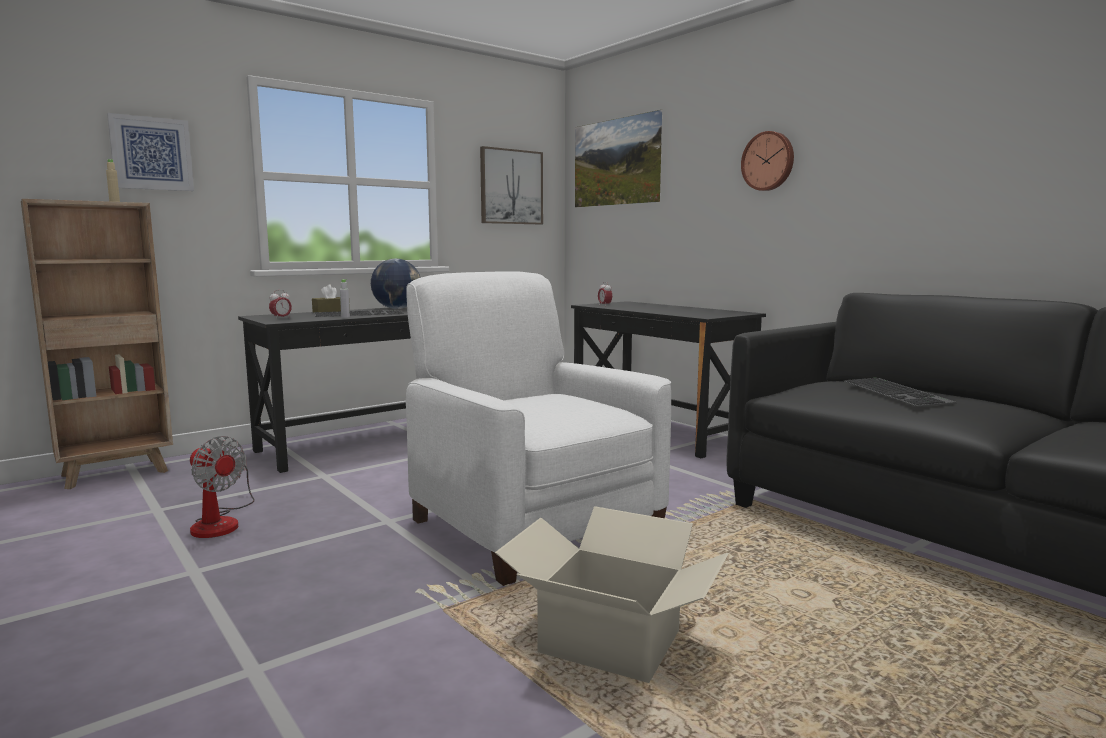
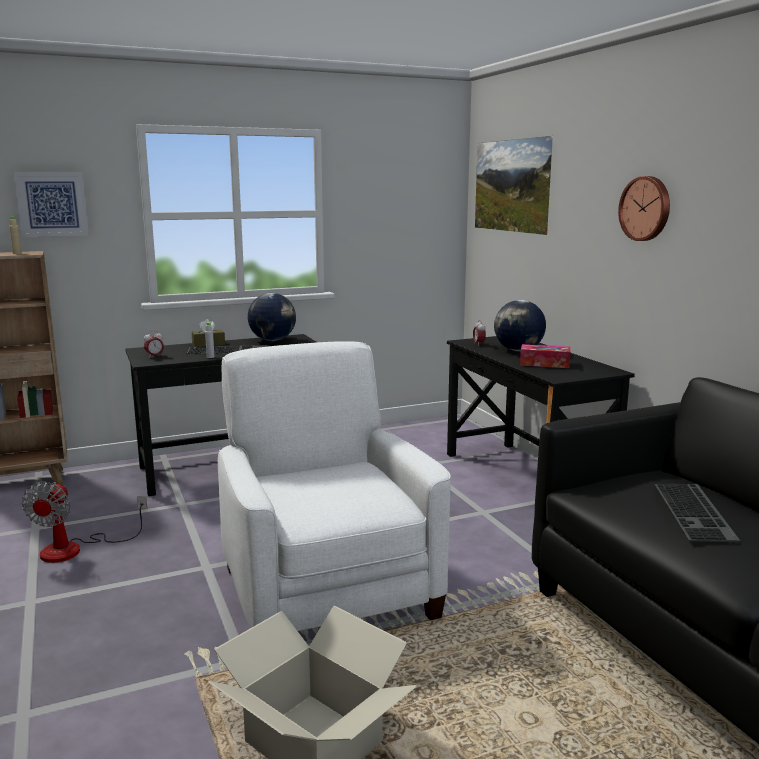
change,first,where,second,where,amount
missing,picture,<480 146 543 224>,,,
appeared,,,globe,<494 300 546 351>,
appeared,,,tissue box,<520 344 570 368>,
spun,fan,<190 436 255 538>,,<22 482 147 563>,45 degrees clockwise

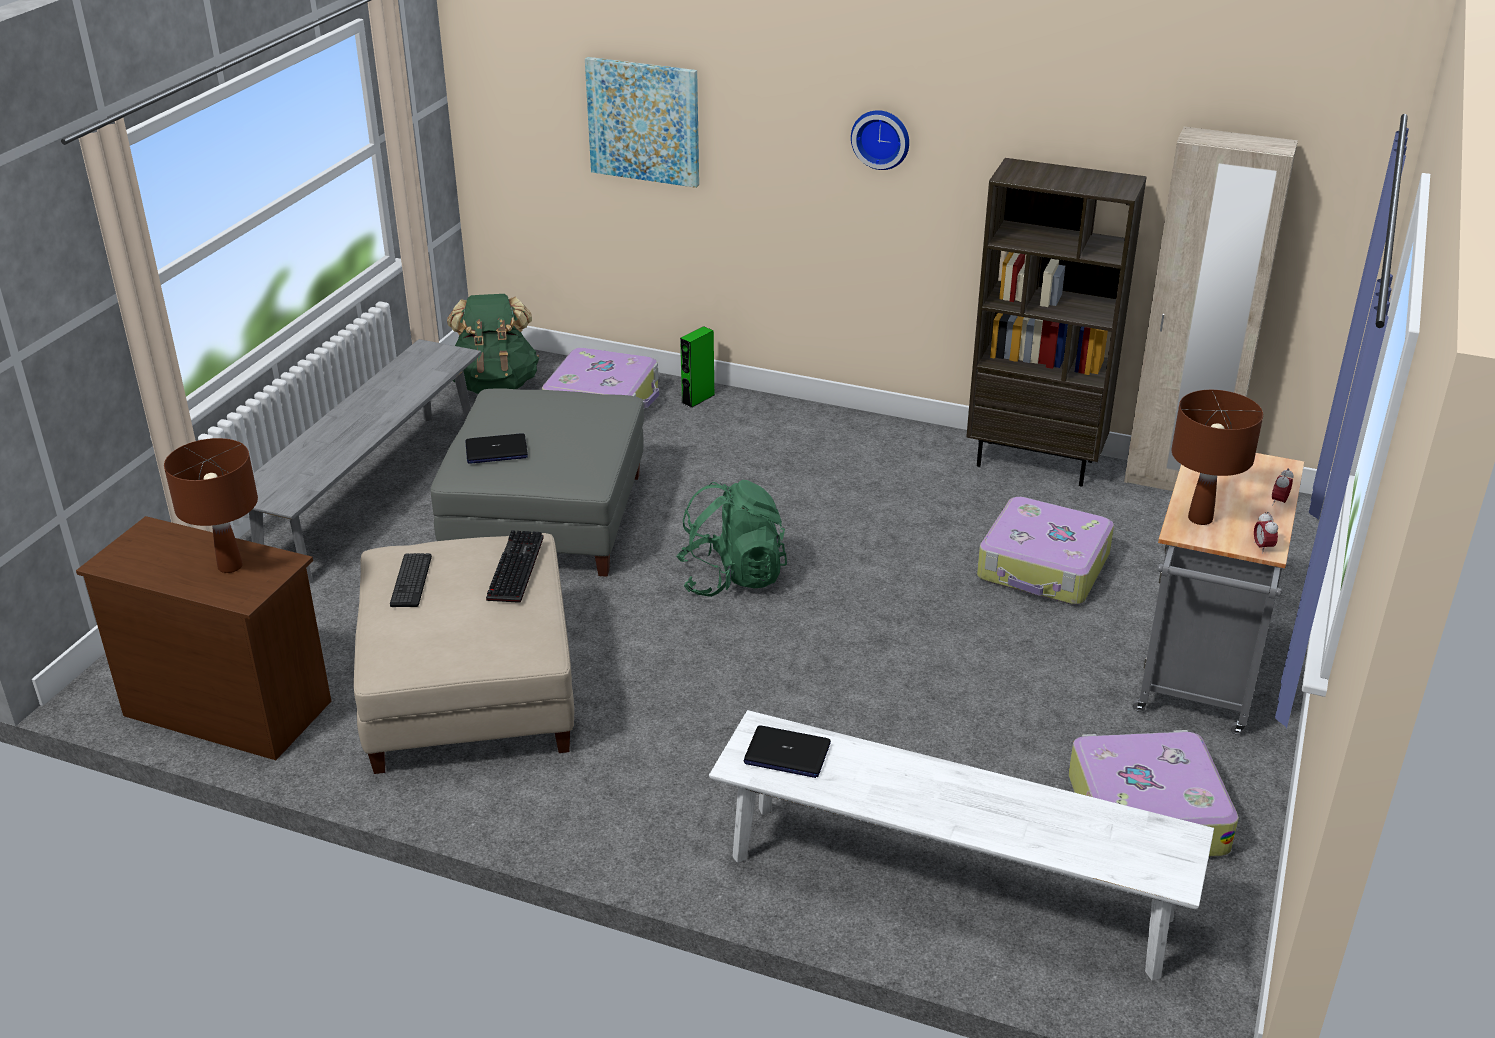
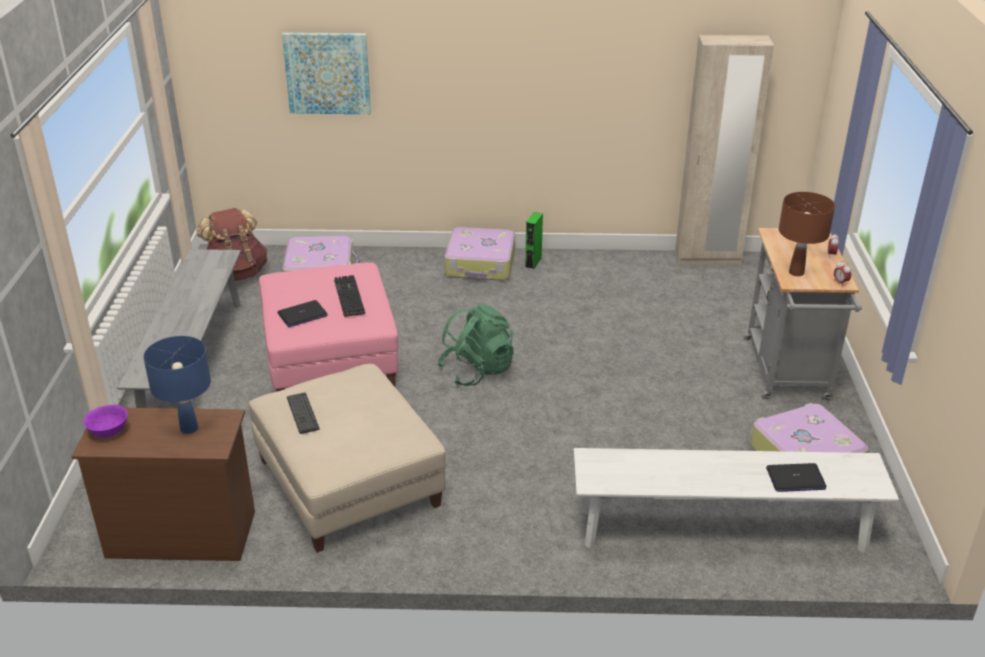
change,first,where,second,where,amount
missing,wall clock,<851 110 909 170>,,,
missing,brown bookcase,<966 158 1147 486>,,,
appeared,,,purple bowl,<84 405 128 438>,
relocated,keyboard,<486 530 544 603>,,<334 275 365 317>,
relocated,green speaker,<680 326 714 408>,,<525 212 543 269>,
relocated,laptop,<744 725 831 778>,,<766 463 826 492>,
relocated,suitcase,<977 497 1114 605>,,<445 227 515 281>,
colour,brown table lamp,<164 438 258 573>,blue table lamp,<143 336 211 434>,
colour,grey ottoman,<431 388 644 577>,pink ottoman,<259 262 398 392>,
colour,green backpack,<447 294 539 394>,brown backpack,<196 208 267 281>,

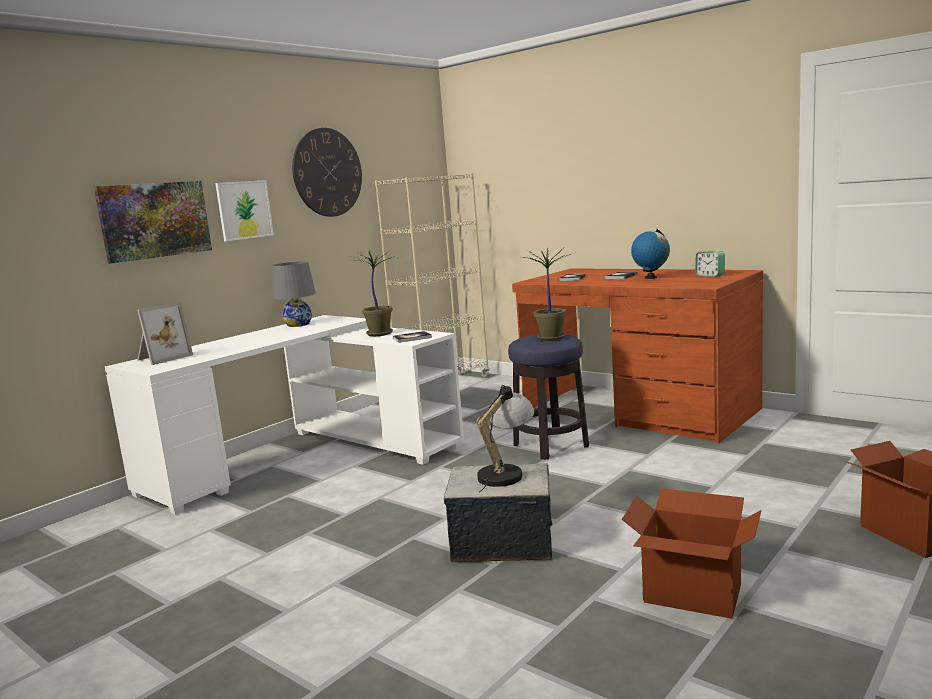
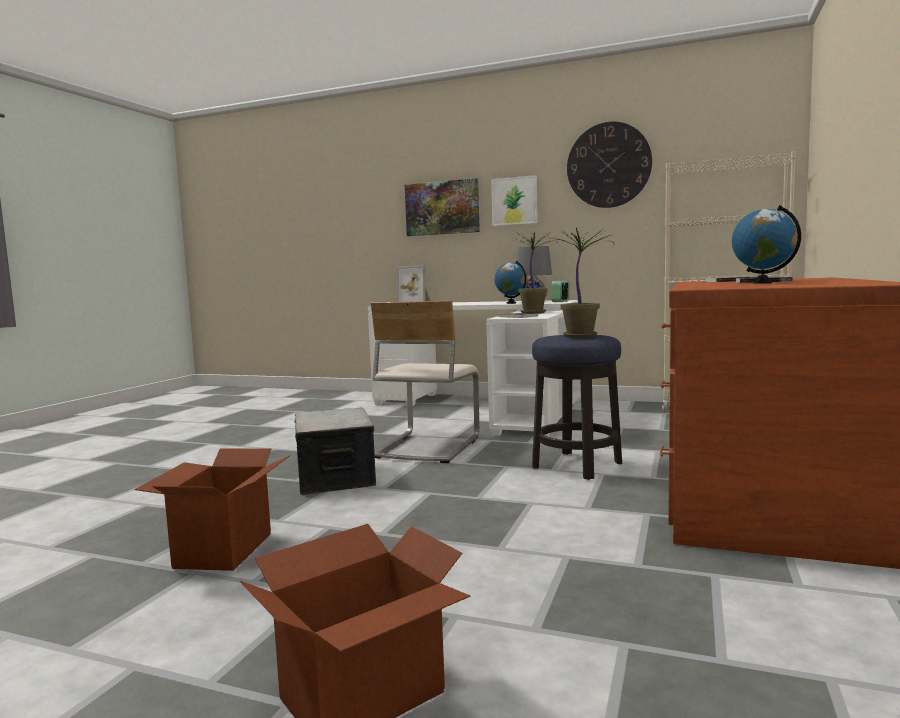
change,first,where,second,where,amount
missing,table lamp,<476 385 534 492>,,,
appeared,,,beige chair,<371 301 479 463>,
appeared,,,globe,<494 261 527 304>,
relocated,alarm clock,<695 251 725 277>,,<551 281 570 302>,

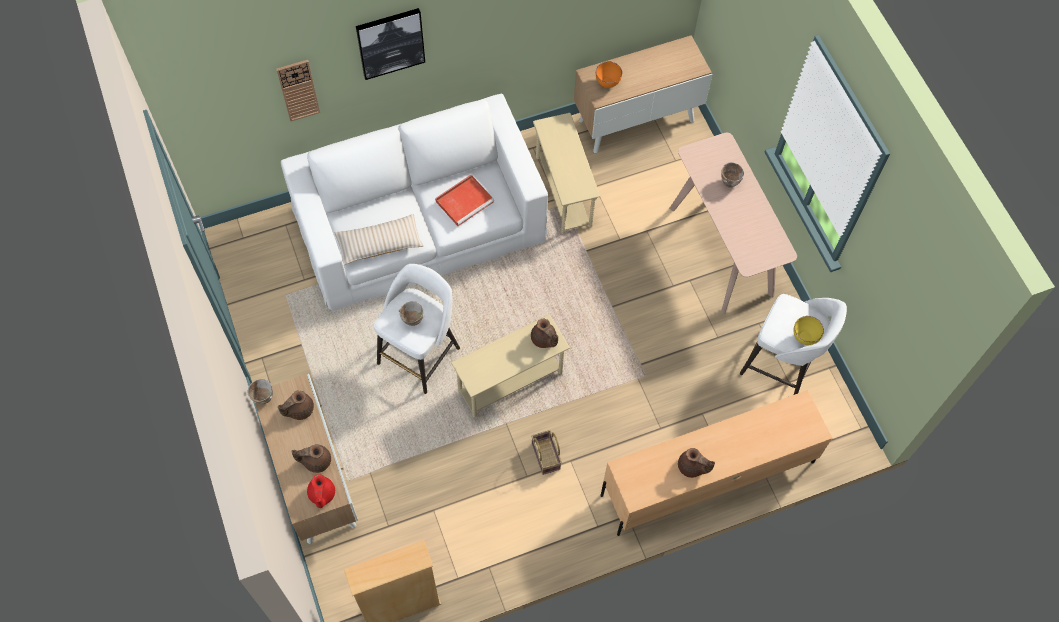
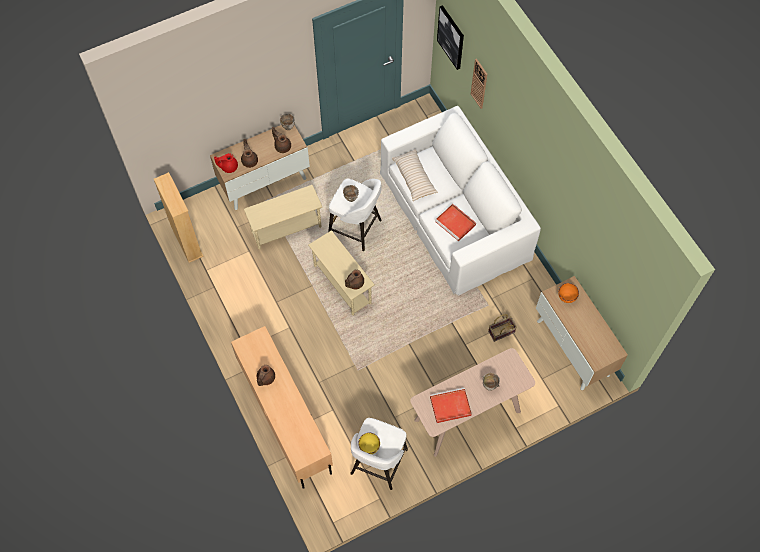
change,first,where,second,where,amount
appeared,,,red tray,<430 387 472 423>,
relocated,picture,<356 8 425 80>,,<437 5 464 70>,
relocated,basket,<531 430 562 475>,,<488 314 517 342>,
relocated,beige side table,<533 113 600 234>,,<244 185 322 250>,

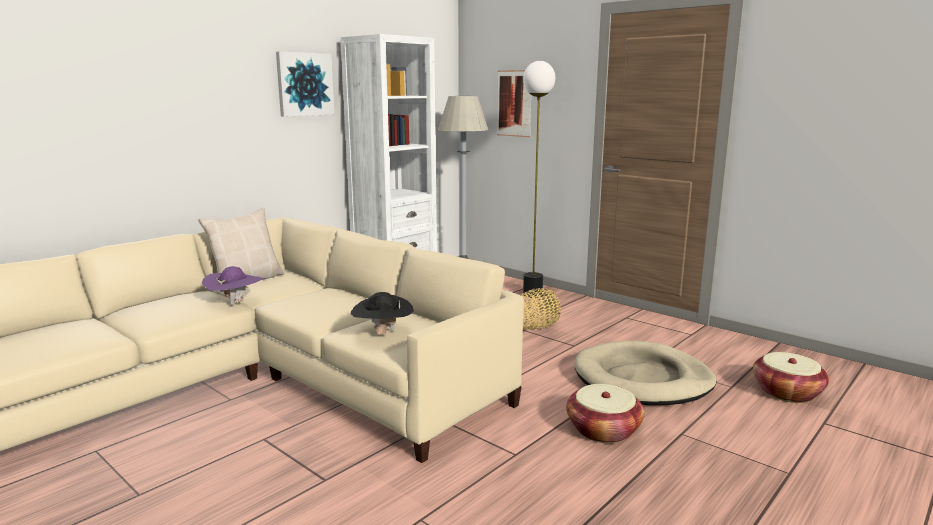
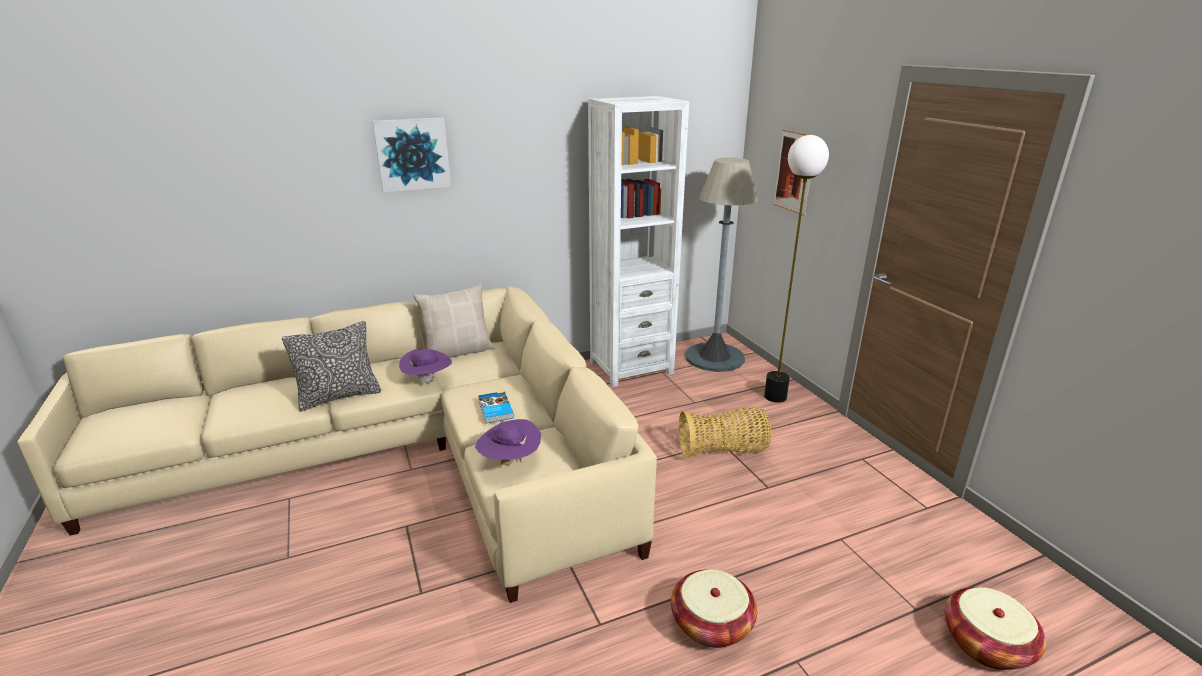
change,first,where,second,where,amount
missing,beige dog bed,<574 341 716 405>,,,
appeared,,,pillow,<282 321 381 412>,
appeared,,,book,<478 391 514 423>,
relocated,picture,<276 51 334 117>,,<372 117 451 192>,
colour,black hat,<351 292 414 335>,purple hat,<475 419 541 465>,

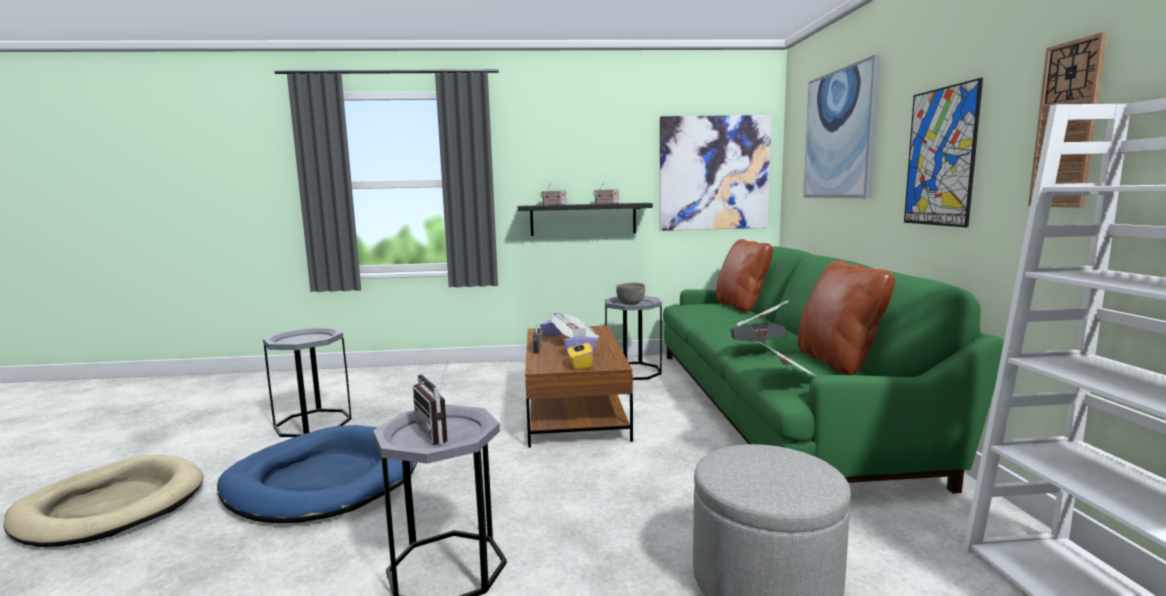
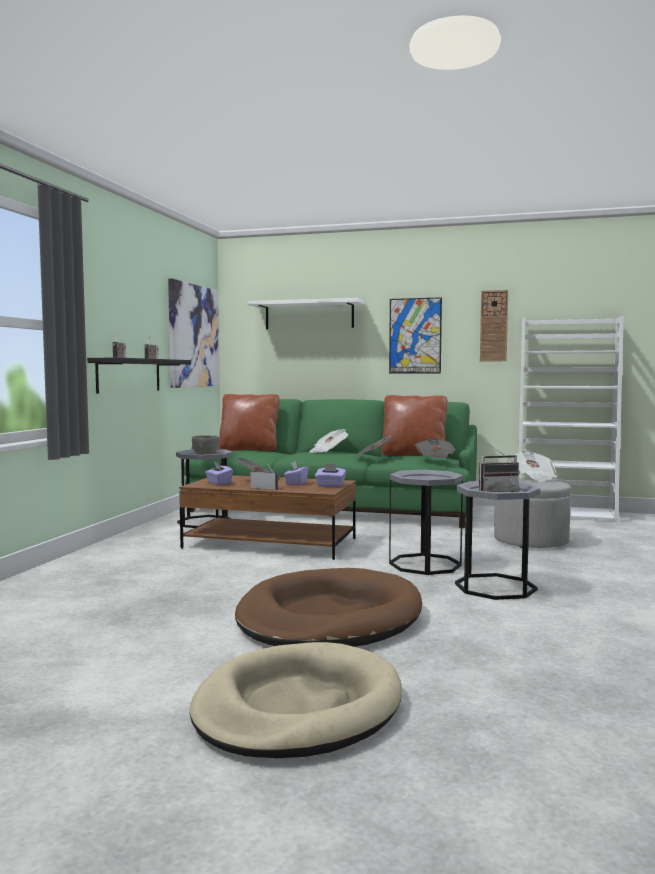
change,first,where,second,where,amount
appeared,,,newspaper,<513 450 557 482>,
relocated,grey side table,<263 328 352 437>,,<389 470 463 575>,
exchanged,picture,<803 54 881 198>,white shelf,<247 298 364 329>,
colour,blue dog bed,<217 425 417 524>,brown dog bed,<235 568 422 647>,
colour,yellow tissue box,<567 340 593 370>,purple tissue box,<315 464 346 487>,

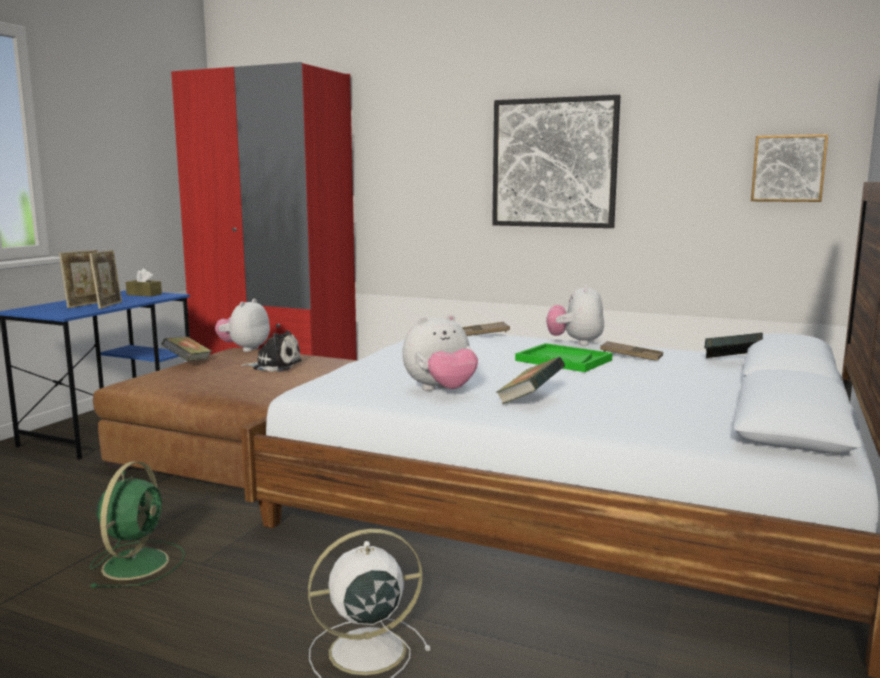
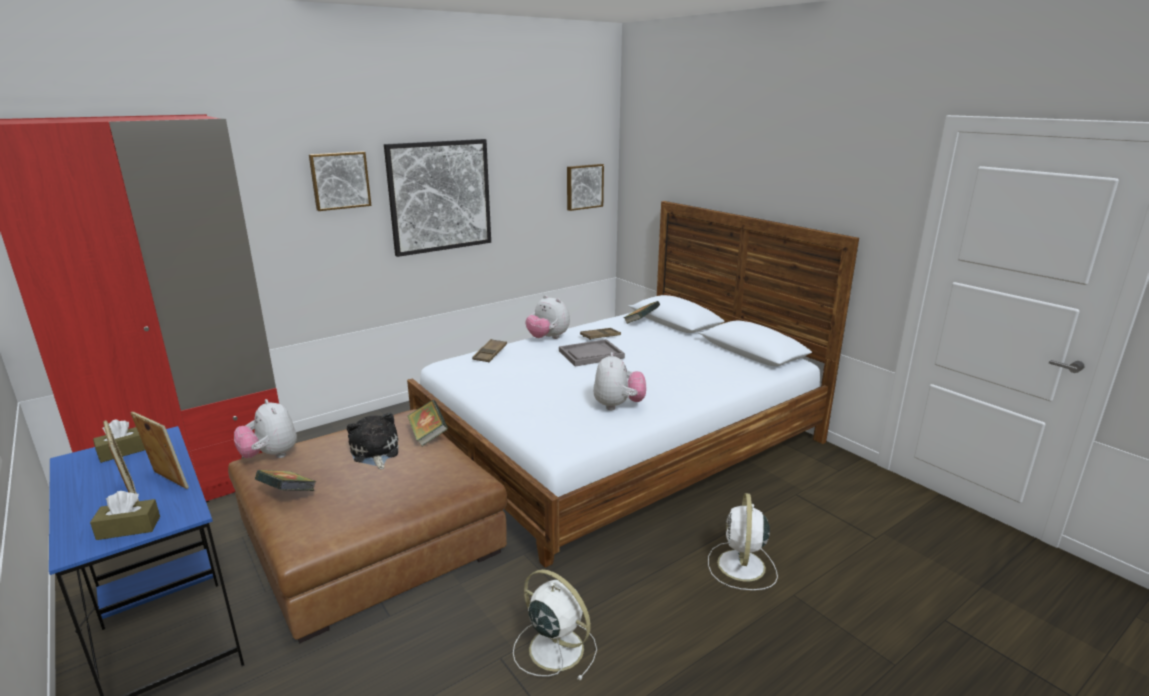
change,first,where,second,where,amount
appeared,,,brown tissue box,<90 491 160 540>,
appeared,,,picture,<309 151 371 211>,
relocated,book,<495 357 565 405>,,<408 400 448 446>,
colour,green fan,<89 461 185 588>,white fan,<513 569 597 680>,
colour,green tray,<515 343 613 372>,grey tray,<559 339 625 367>,
spun,plush toy,<241 331 302 372>,,<347 413 399 469>,60 degrees counterclockwise

